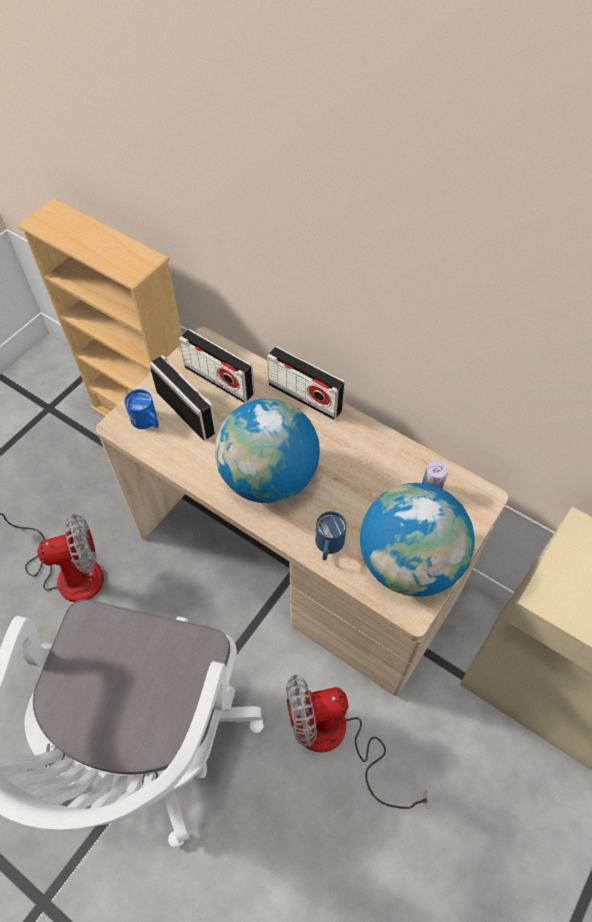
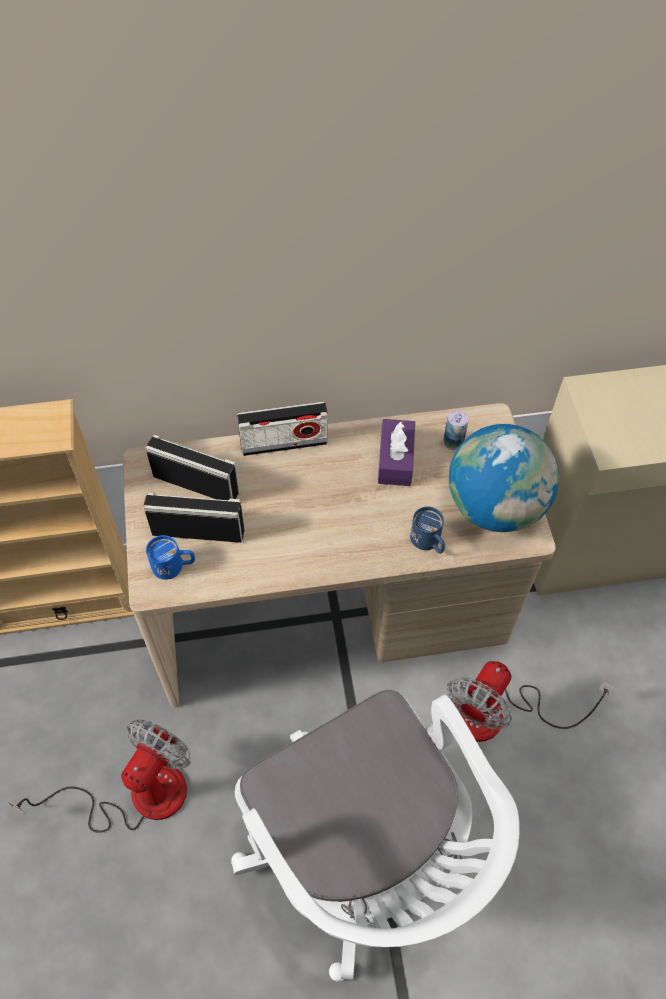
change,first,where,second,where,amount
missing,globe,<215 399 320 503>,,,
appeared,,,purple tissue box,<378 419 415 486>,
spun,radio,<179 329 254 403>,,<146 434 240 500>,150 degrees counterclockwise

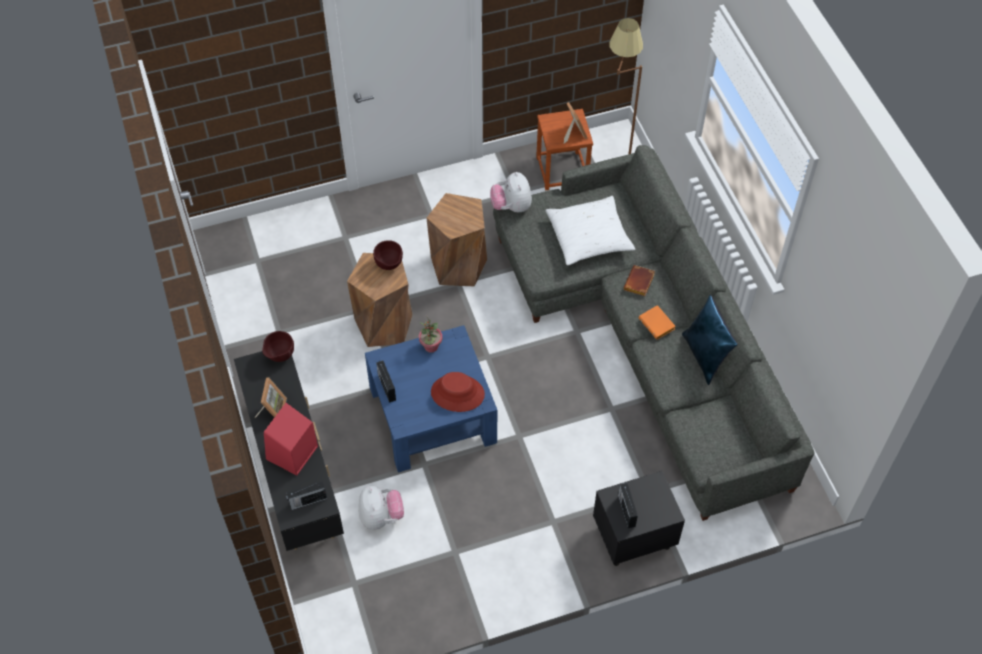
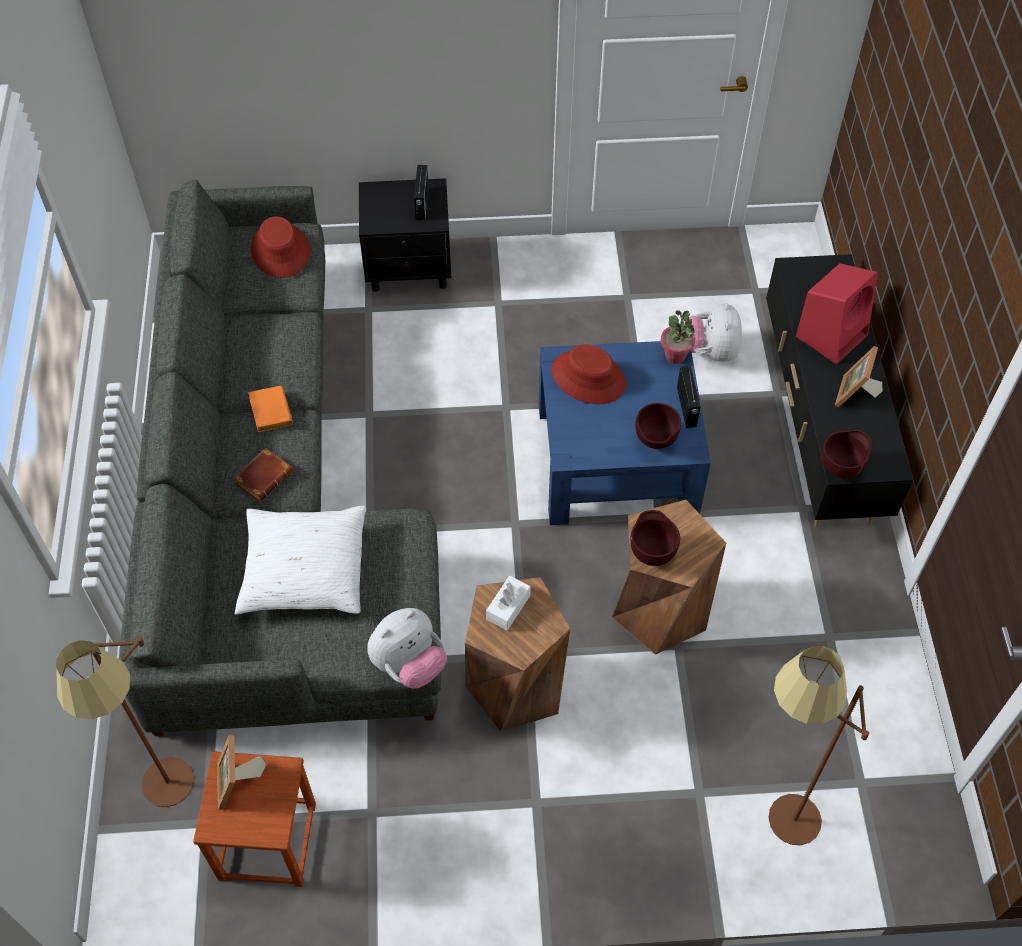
change,first,where,second,where,amount
missing,radio,<286 481 327 510>,,,
missing,blue pillow,<682 295 738 385>,,,
appeared,,,red hat,<251 216 310 278>,
appeared,,,white tissue box,<486 576 531 630>,
appeared,,,brown bowl,<635 403 681 449>,
appeared,,,brown floor lamp,<769 646 869 845>,
relocated,potted plant,<419 317 442 353>,,<660 311 695 364>,
spun,plush toy,<490 172 532 212>,,<367 608 447 689>,45 degrees clockwise

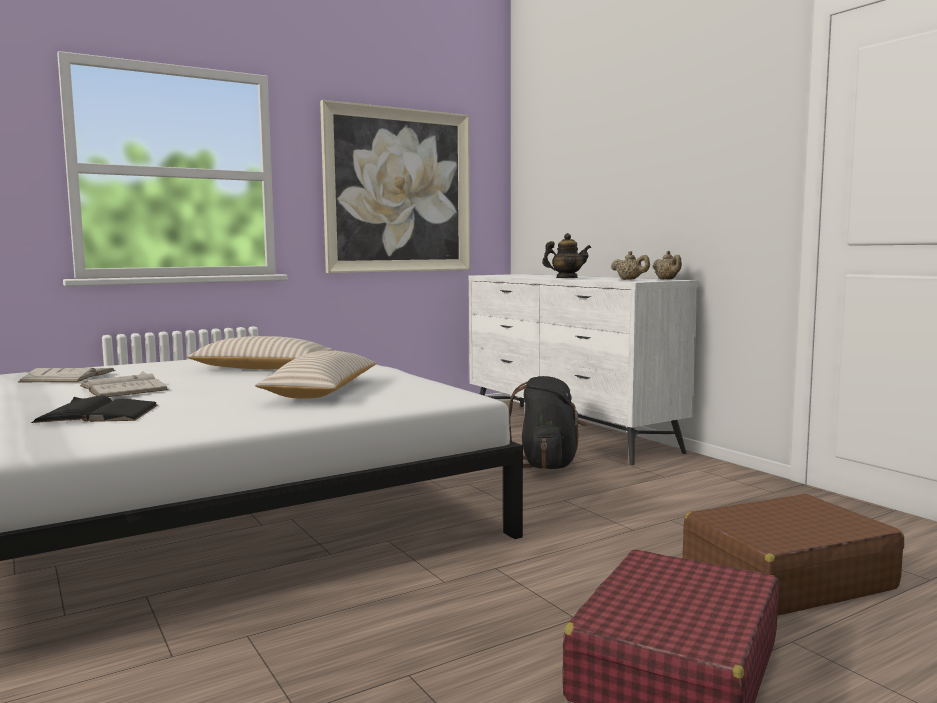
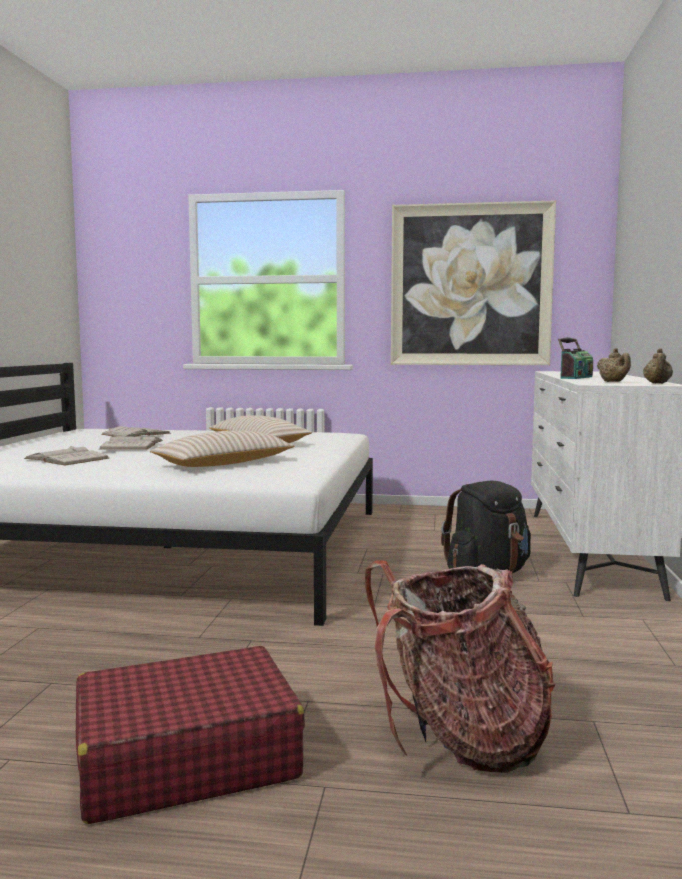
change,first,where,second,where,amount
exchanged,teapot,<542 233 591 278>,radio,<558 337 593 379>,
exchanged,brown suitcase,<683 494 904 616>,backpack,<365 560 555 773>,
colour,black book,<31 395 158 423>,white book,<24 446 109 465>,

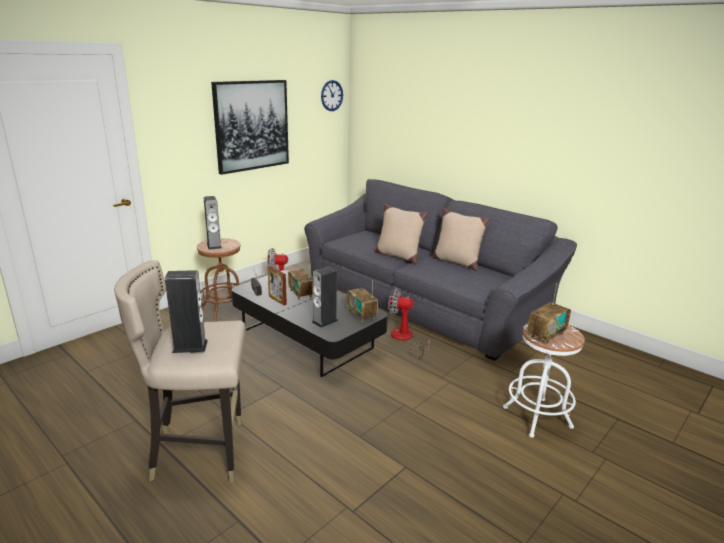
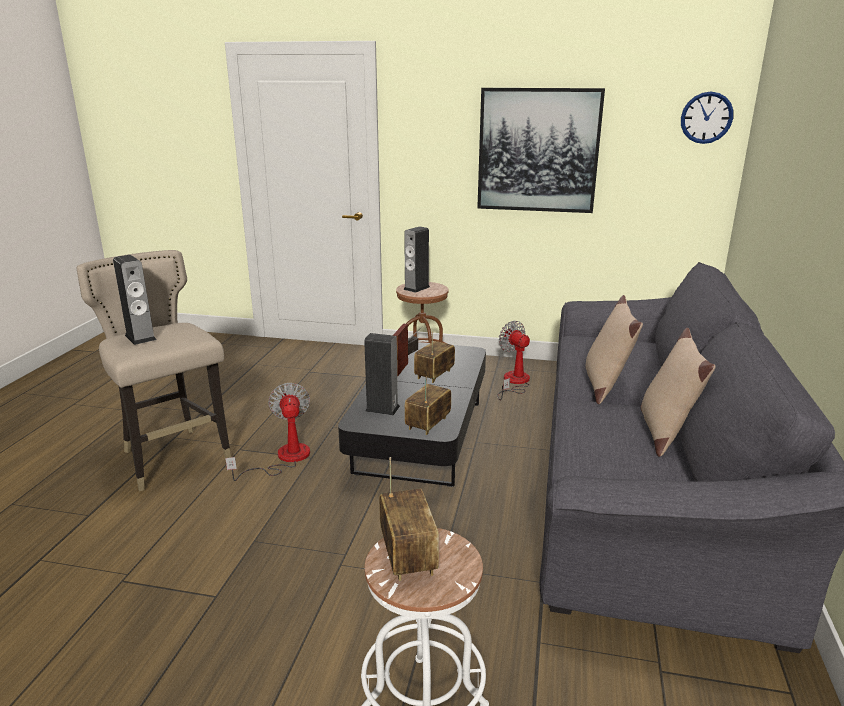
change,first,where,second,where,amount
relocated,fan,<388 288 430 359>,,<225 383 310 481>,
spun,radio,<527 283 571 344>,,<379 457 439 581>,120 degrees counterclockwise

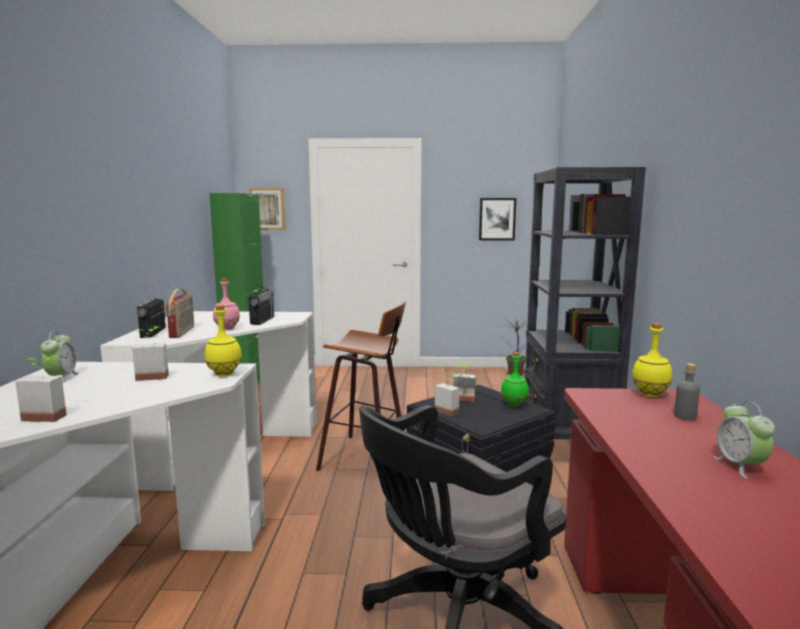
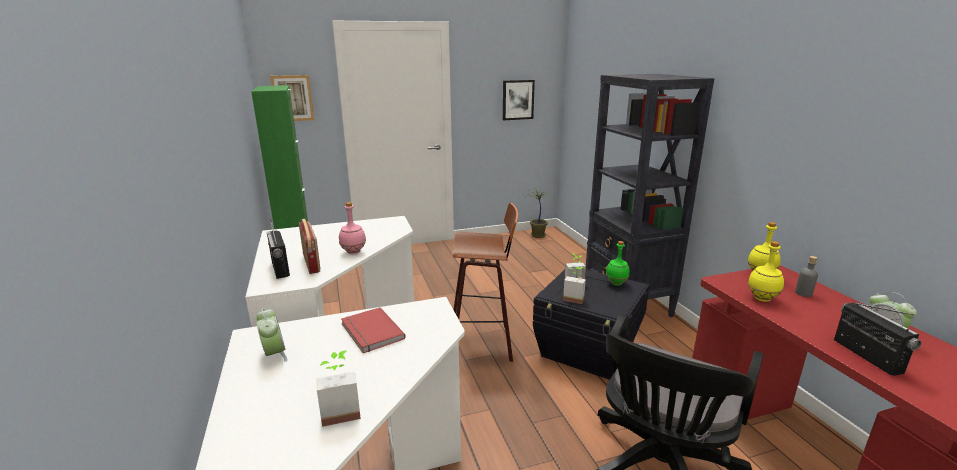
change,first,where,second,where,amount
relocated,yellow bottle,<205 305 242 376>,,<748 241 784 302>,
relocated,radio,<249 284 274 325>,,<834 302 922 376>,
exchanged,potted plant,<132 326 169 381>,red book,<341 307 406 353>,

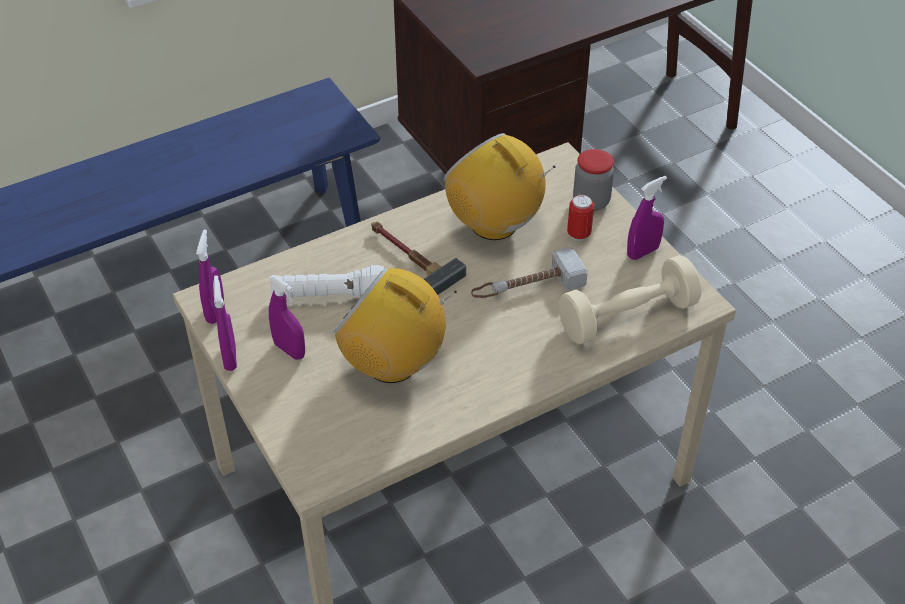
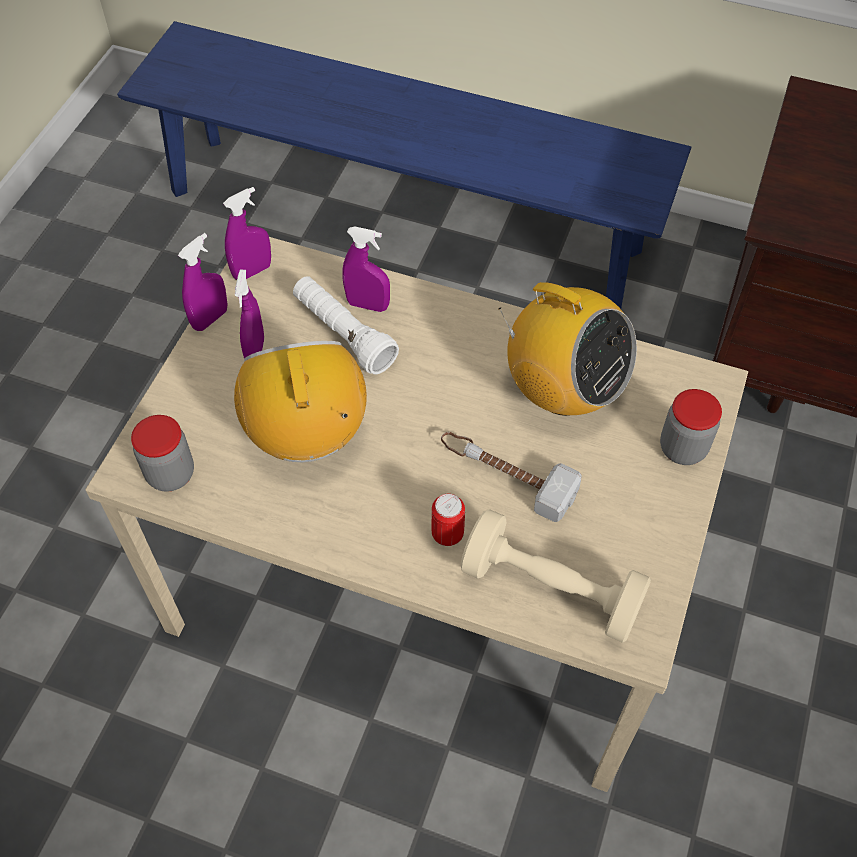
change,first,where,second,where,amount
missing,hammer,<371 221 466 295>,,,
appeared,,,jar,<131 415 194 492>,
relocated,can,<567 194 594 241>,,<432 494 465 546>,
relocated,purple spray bottle,<627 176 667 260>,,<343 227 390 312>,
spun,radio,<445 133 555 240>,,<498 282 637 416>,120 degrees clockwise

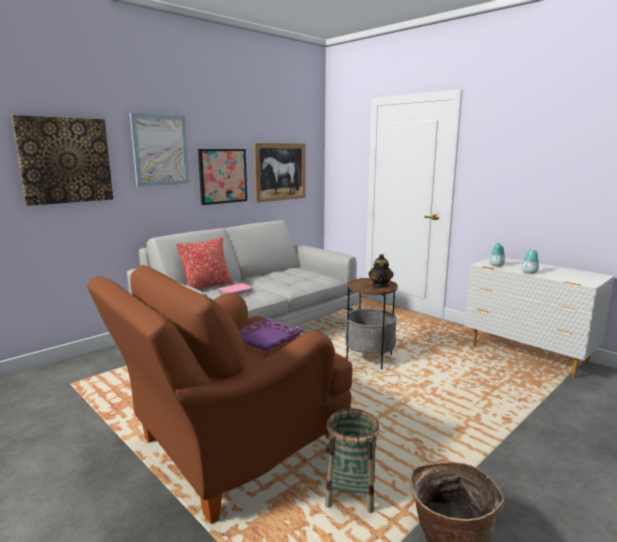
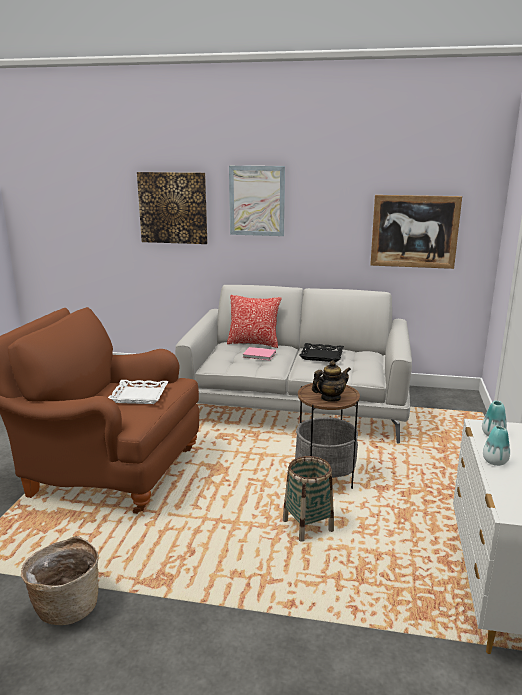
change,first,where,second,where,amount
missing,picture,<198 149 247 205>,,,
appeared,,,black tray,<299 343 344 362>,
relocated,basket,<325 408 379 513>,,<283 456 334 542>,
colour,purple tray,<239 318 304 351>,white tray,<108 380 169 404>,

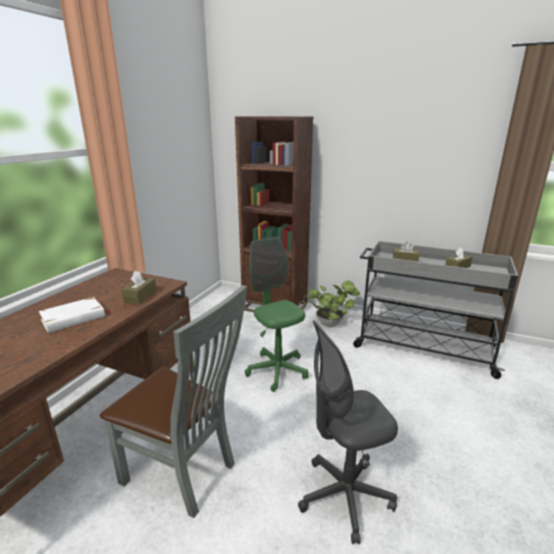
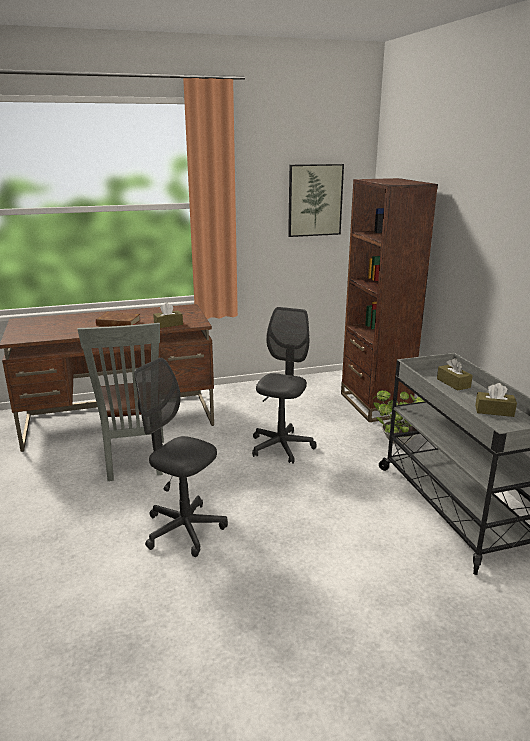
change,first,where,second,where,amount
appeared,,,picture,<288 164 344 237>,
colour,white book,<39 297 112 333>,brown book,<96 312 141 327>,
colour,green office chair,<245 237 308 392>,grey office chair,<252 307 317 464>,

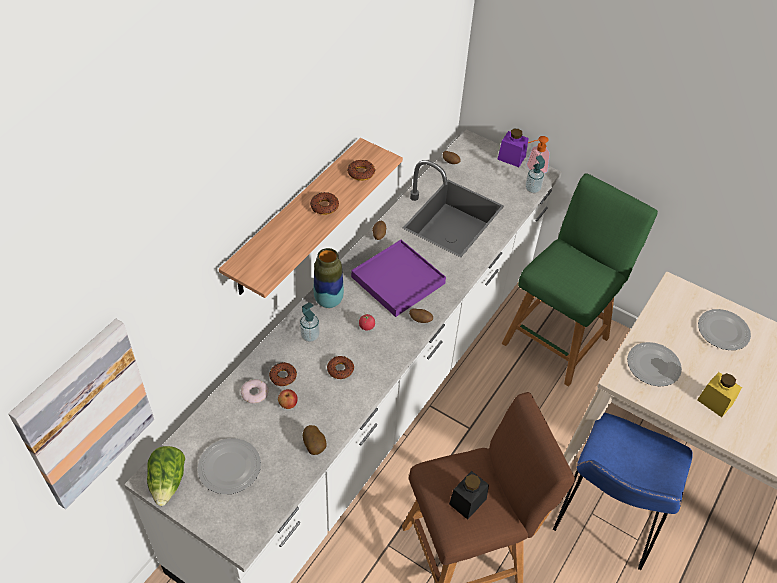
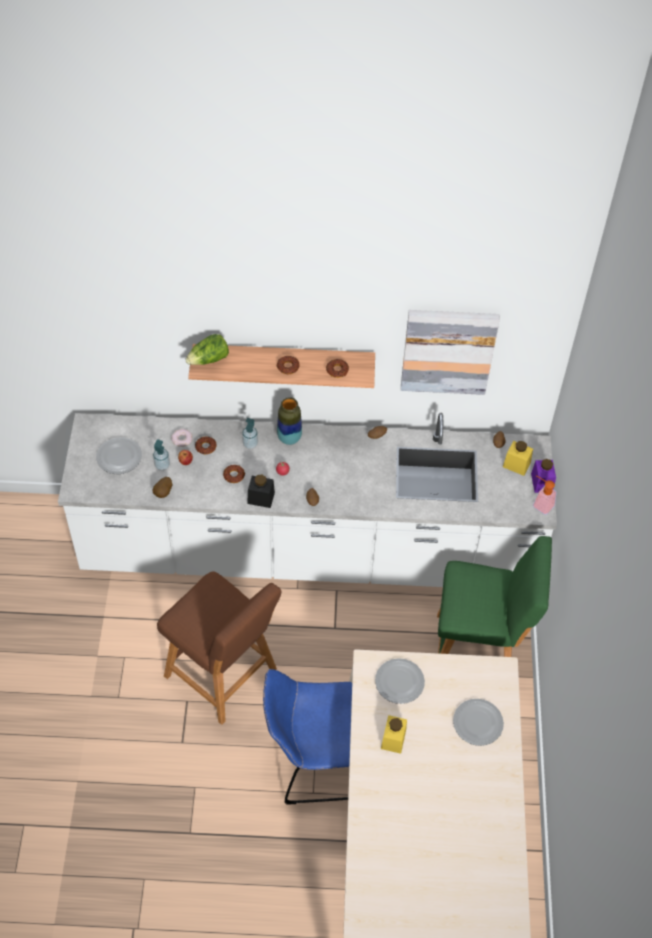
change,first,where,second,where,amount
missing,purple tray,<351 240 446 317>,,,
appeared,,,yellow jar,<503 441 533 476>,
relocated,picture,<8 319 154 509>,,<401 310 500 395>,
relocated,lettuce,<147 446 185 506>,,<185 334 229 365>,
relocated,black jar,<449 471 489 520>,,<247 474 275 508>,
relocated,soap dispenser,<525 155 545 193>,,<153 439 170 471>,

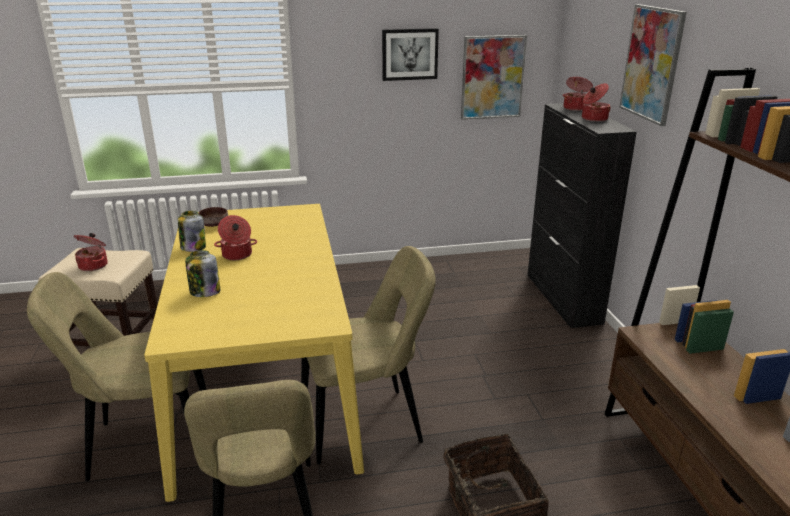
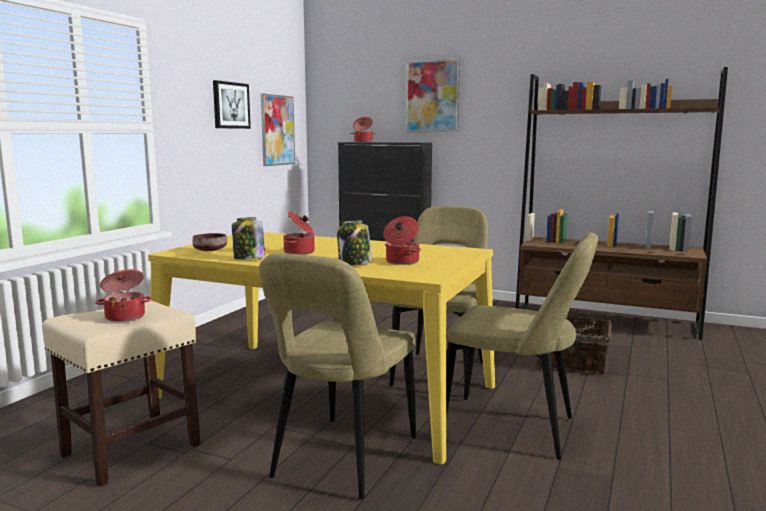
change,first,where,second,where,amount
relocated,cooking pot,<582 83 611 122>,,<383 216 421 265>,

